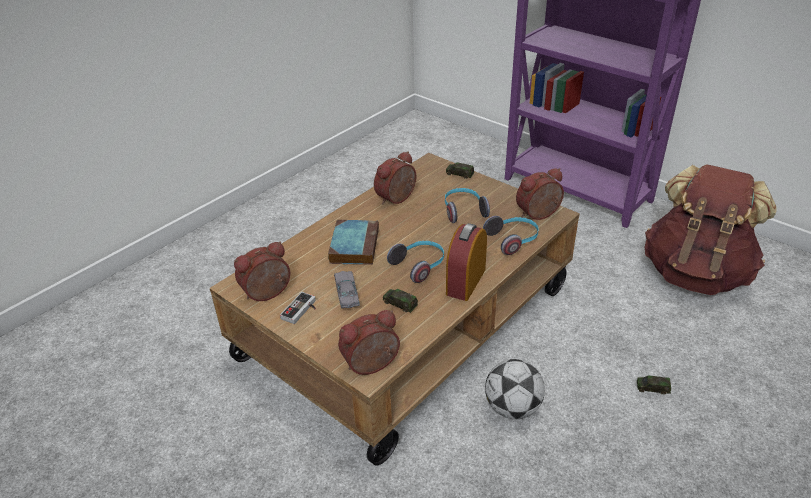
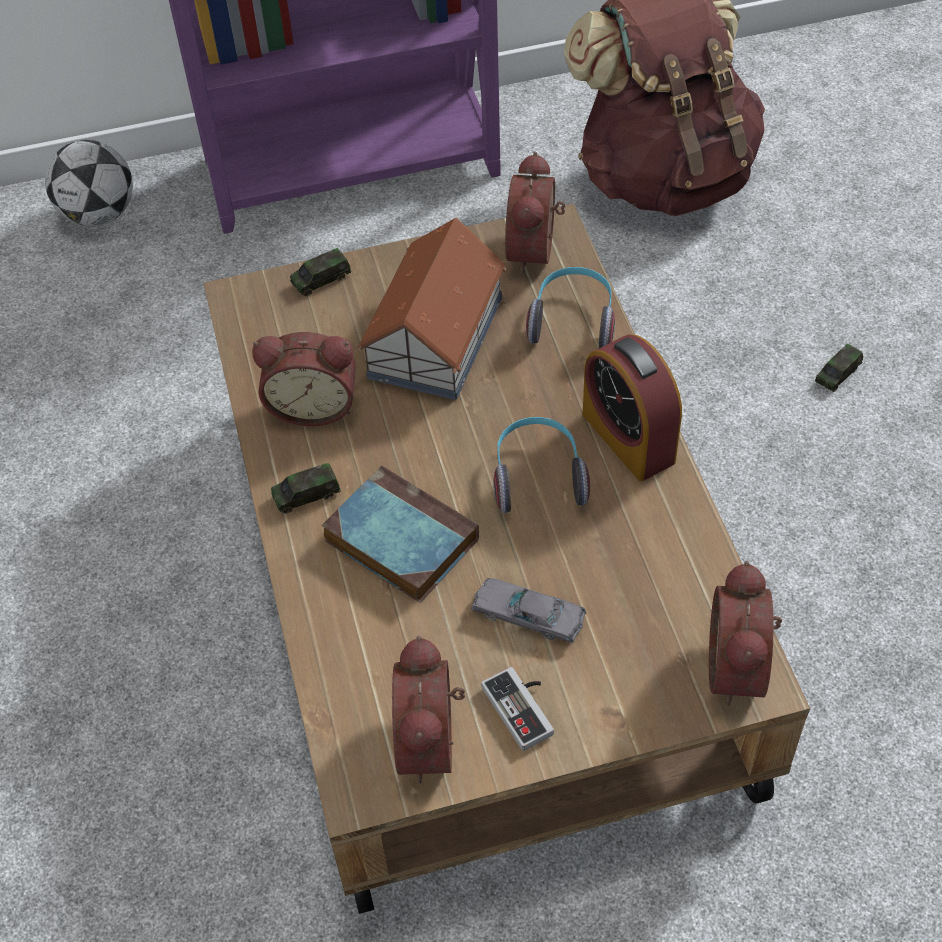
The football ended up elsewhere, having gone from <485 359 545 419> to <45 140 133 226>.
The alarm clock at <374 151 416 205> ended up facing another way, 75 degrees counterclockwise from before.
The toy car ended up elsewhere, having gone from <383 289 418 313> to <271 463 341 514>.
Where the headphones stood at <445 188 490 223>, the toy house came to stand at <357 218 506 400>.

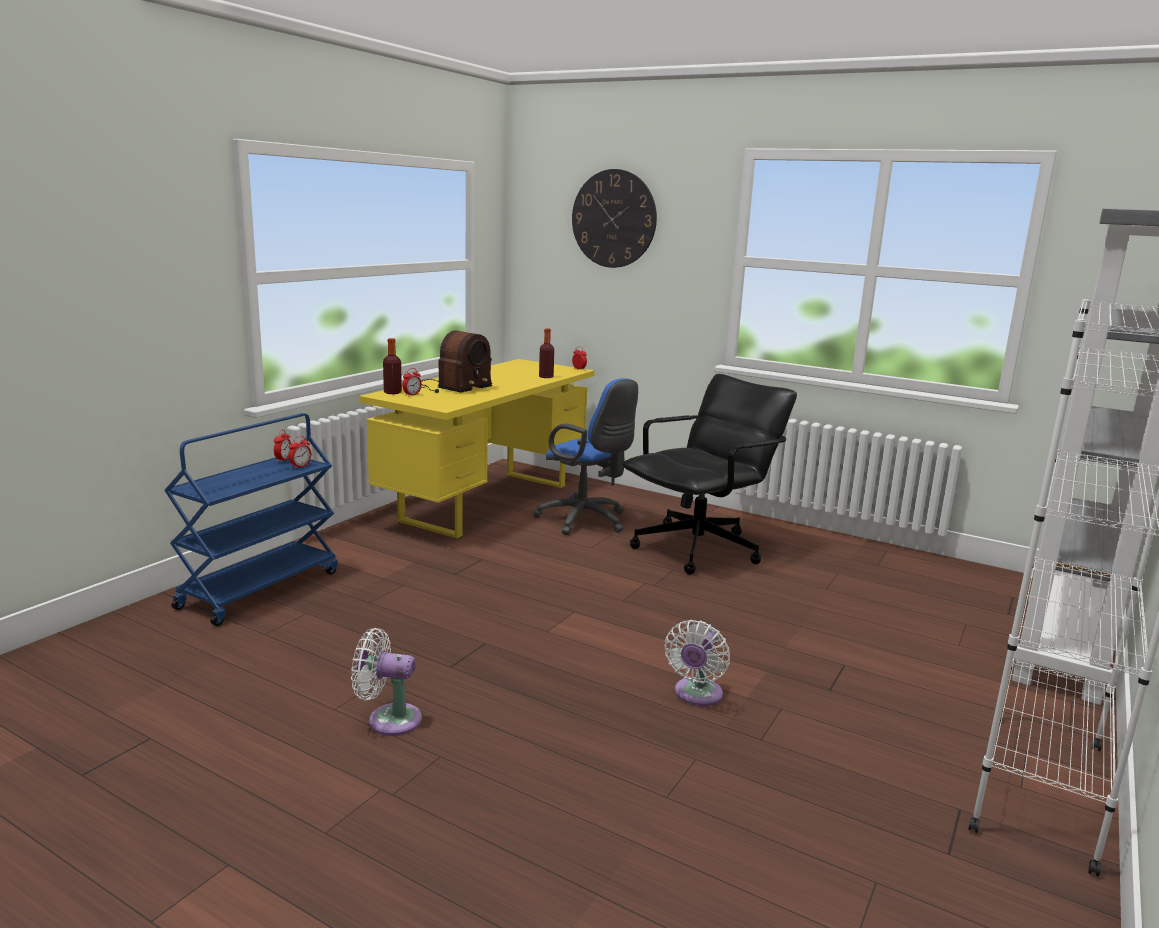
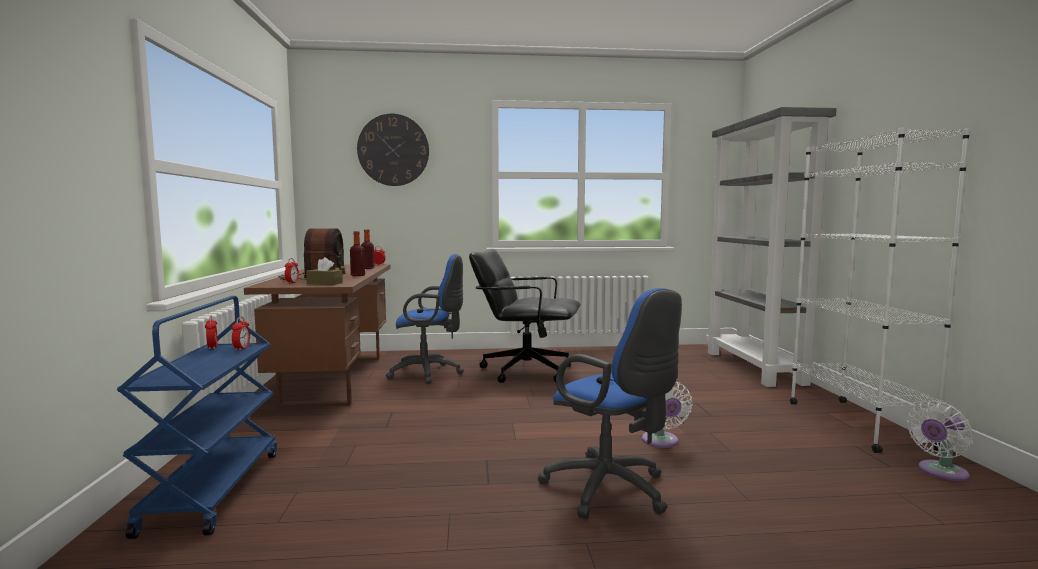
What was the yellow desk at <359 359 595 539> turned into the brown desk at <244 264 391 408>.
The second view gained the brown tissue box at <306 257 343 285>.
The bottle ended up elsewhere, having gone from <383 338 402 394> to <350 231 365 276>.
The black office chair at <622 374 797 575> ended up facing another way, 90 degrees counterclockwise from before.
The second view gained the blue office chair at <538 288 682 519>.
The white fan ended up elsewhere, having gone from <351 628 422 736> to <907 401 973 481>.

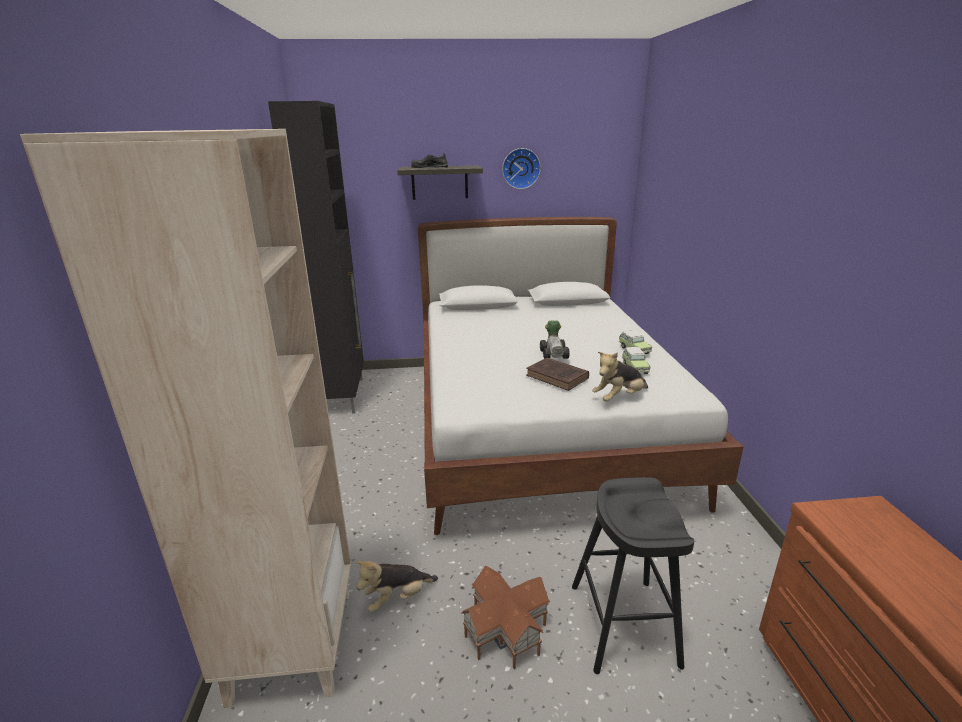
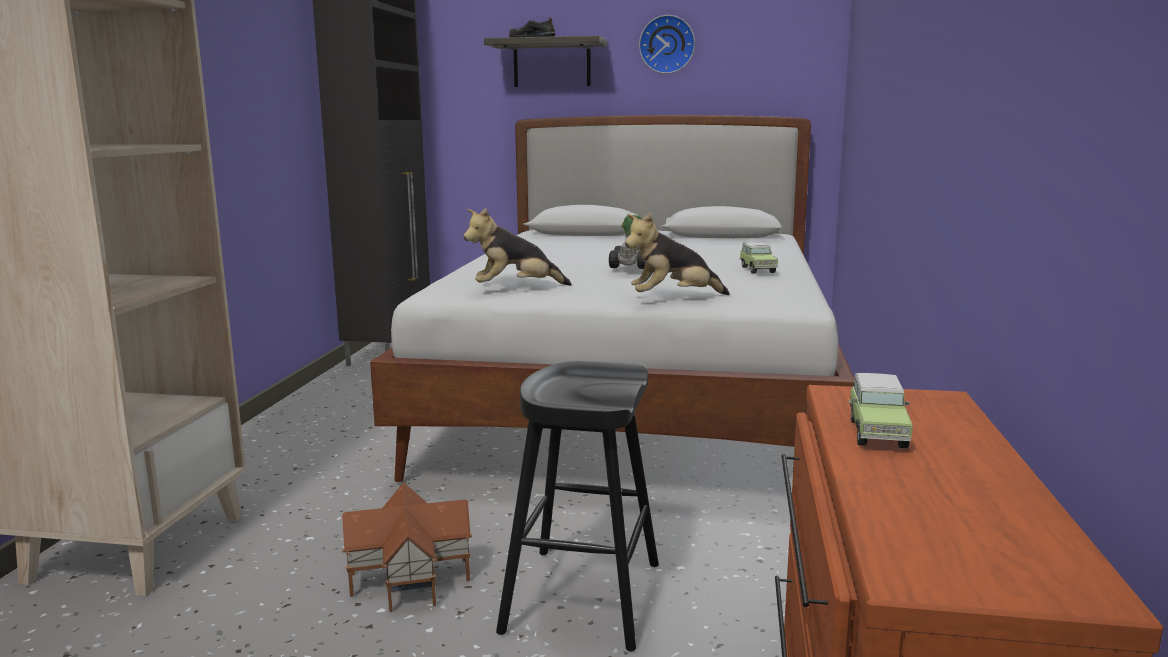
The plush toy ended up elsewhere, having gone from <356 561 438 612> to <464 208 572 286>.
The toy car ended up elsewhere, having gone from <622 347 650 374> to <849 373 913 448>.
The second view lost the brown book at <526 358 589 391>.

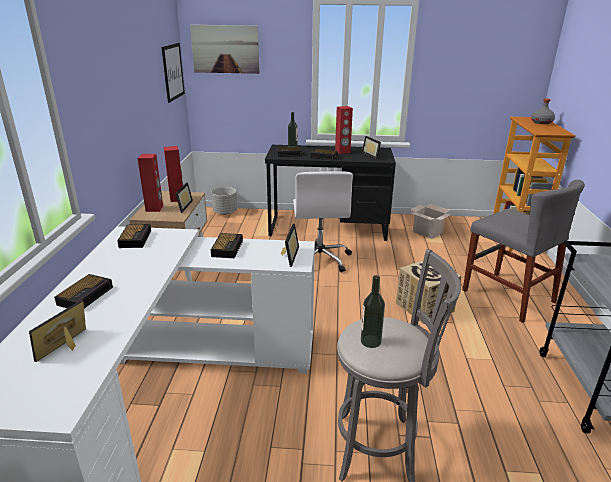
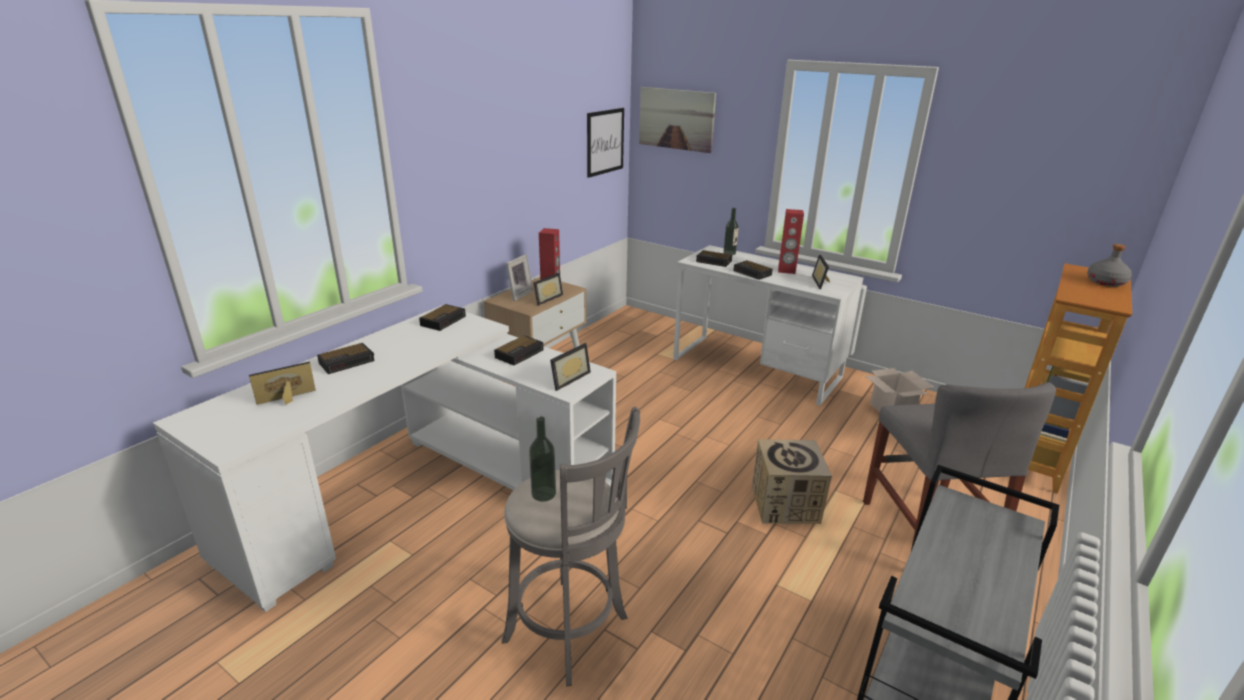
Where the red speaker stood at <137 154 163 212>, the picture frame came to stand at <506 254 533 301>.
What was the black desk at <265 145 396 241> turned into the white desk at <673 245 863 406>.
The second view lost the grey planter at <211 187 237 215>.
The second view lost the white office chair at <293 171 353 273>.

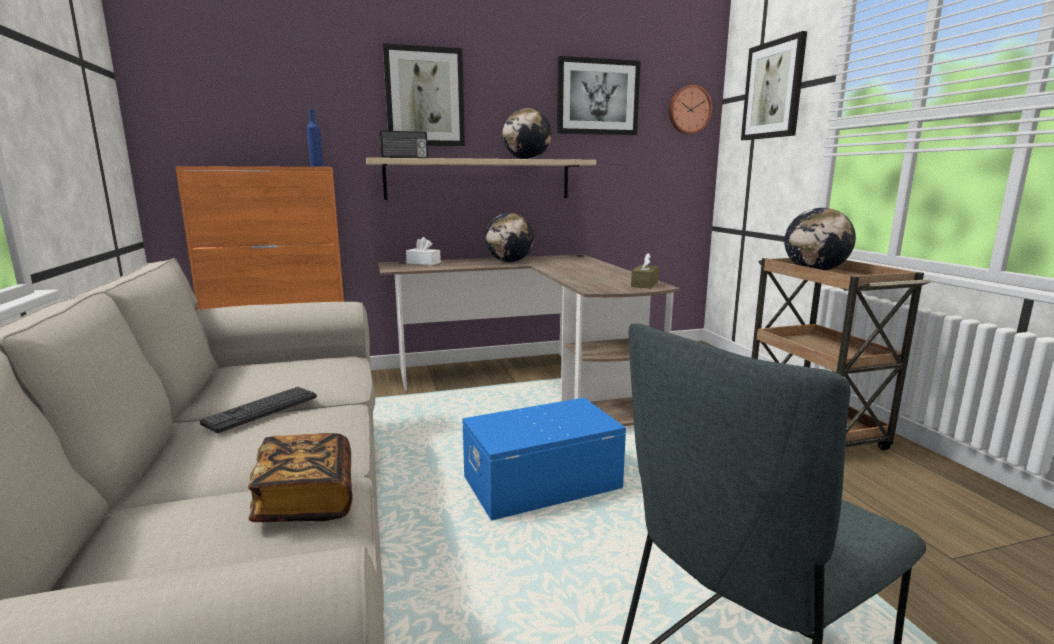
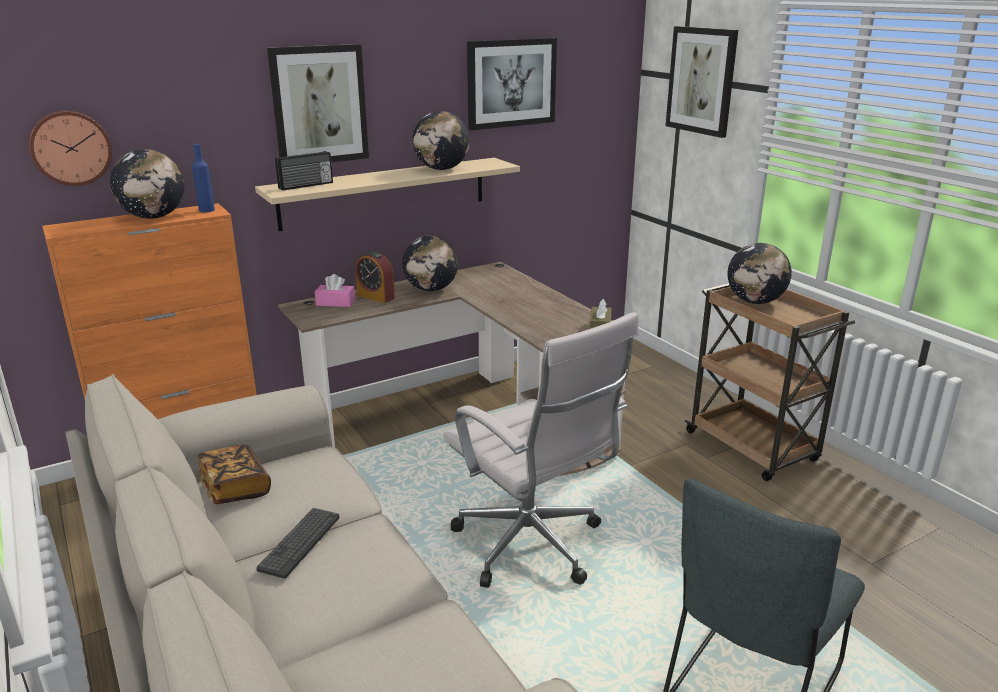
The wall clock ended up elsewhere, having gone from <669 85 712 134> to <29 111 112 186>.
The second view gained the globe at <110 149 184 219>.
The book ended up elsewhere, having gone from <248 433 353 522> to <198 444 271 504>.
What was the white tissue box at <406 237 441 265> turned into the pink tissue box at <315 274 355 307>.
The second view gained the alarm clock at <355 251 395 303>.
Where the blue storage box stood at <462 398 626 521>, the white office chair came to stand at <443 312 639 588>.

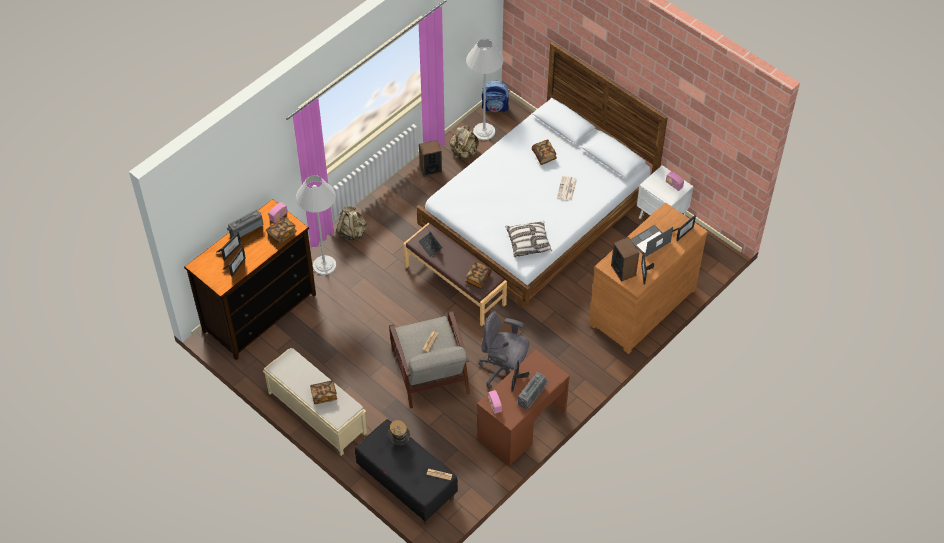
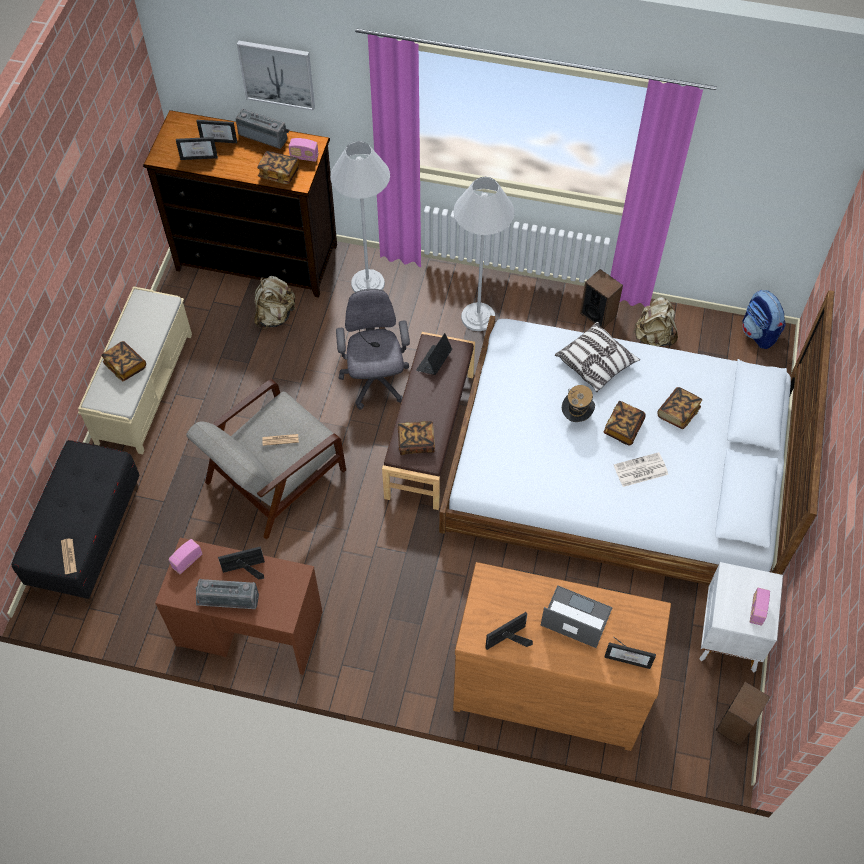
The second view gained the picture at <237 40 315 111>.
The beige backpack ended up elsewhere, having gone from <336 206 367 242> to <254 276 296 330>.
The grey office chair ended up elsewhere, having gone from <478 311 530 389> to <336 289 410 410>.
The white floor lamp ended up elsewhere, having gone from <466 39 504 140> to <453 177 515 331>.
The pillow ended up elsewhere, having gone from <506 221 552 257> to <555 322 640 392>.
The hat ended up elsewhere, having gone from <387 420 410 445> to <562 385 595 422>.
The second view gained the book at <603 401 646 445>.
The speaker ended up elsewhere, having gone from <611 237 639 282> to <716 682 770 746>.

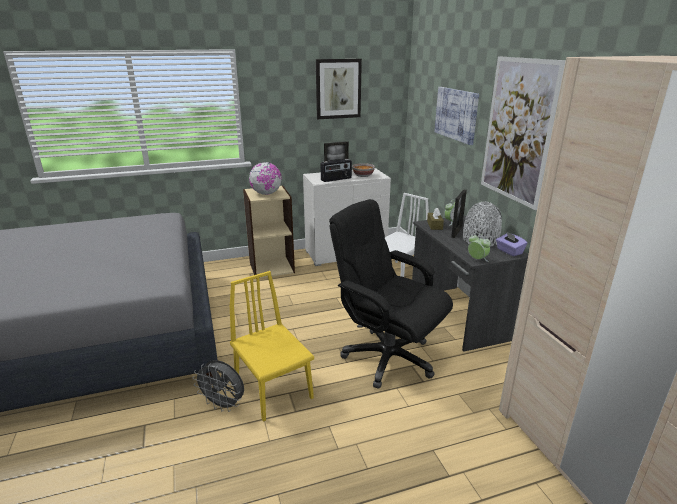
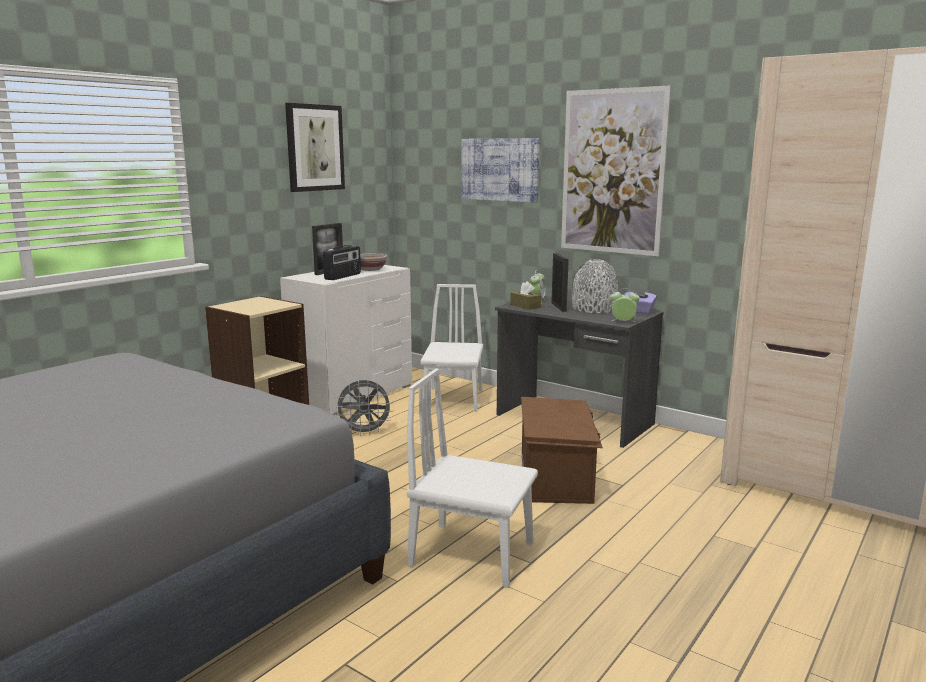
The grey fan ended up elsewhere, having gone from <193 360 244 412> to <334 380 393 436>.
What was the yellow chair at <230 271 314 422> turned into the white chair at <407 369 538 588>.
Where the black office chair stood at <329 199 453 389>, the brown storage box came to stand at <521 397 603 504>.
The second view lost the globe at <249 162 282 195>.

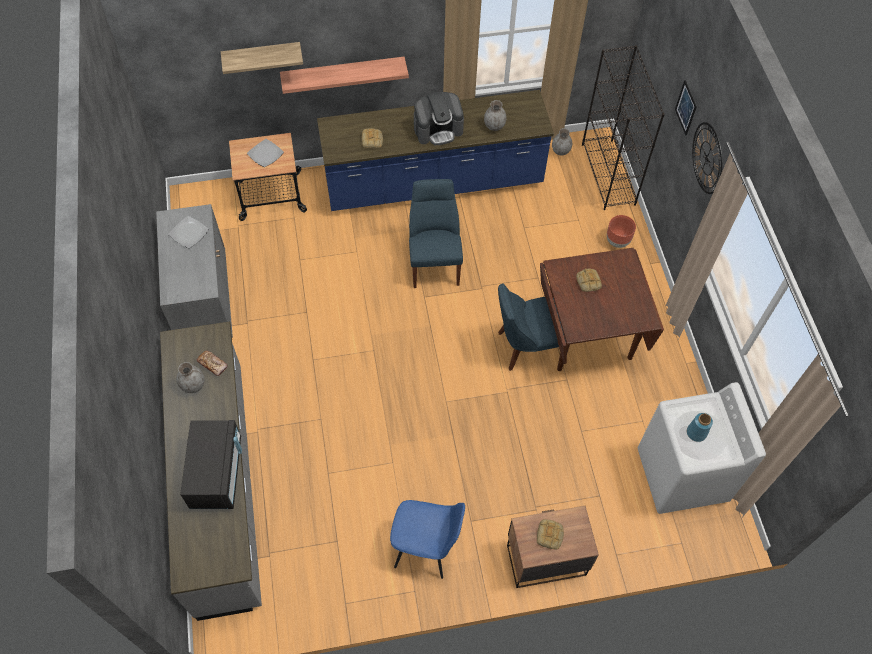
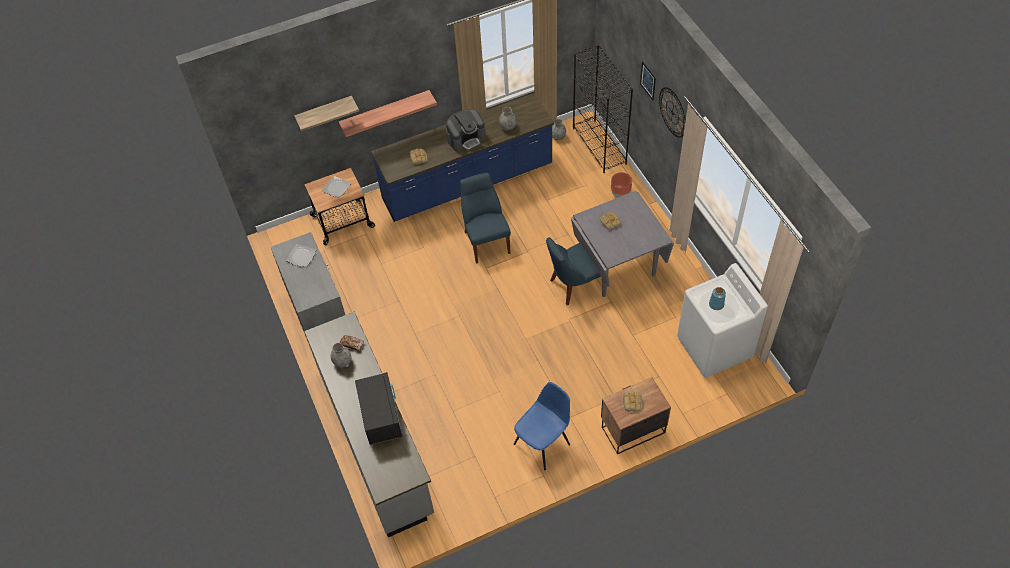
The blue chair at <390 500 465 579> ended up facing another way, 45 degrees counterclockwise from before.
What was the brown dining table at <540 248 664 371> turned into the grey dining table at <571 191 674 297>.

